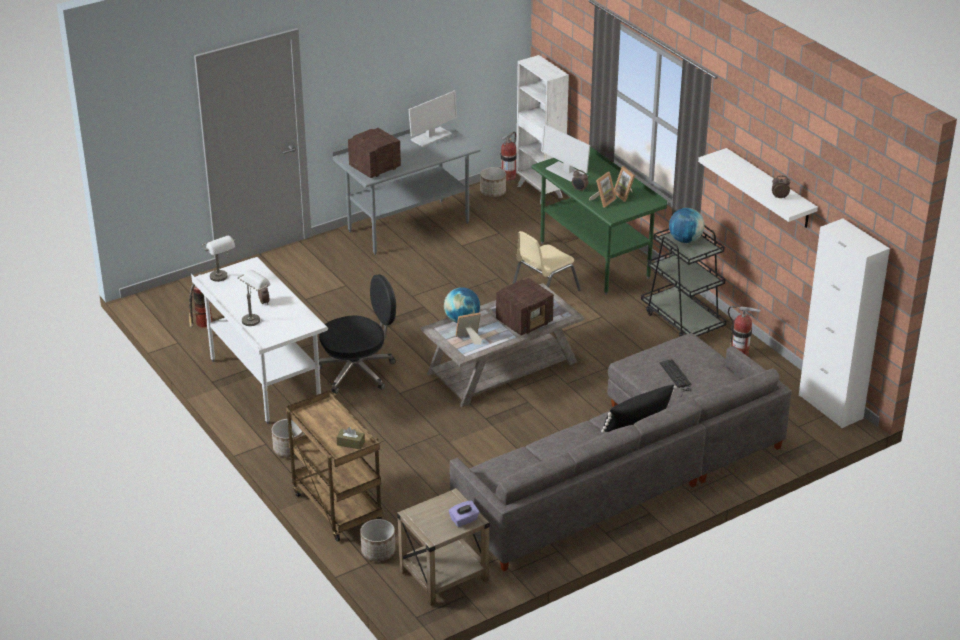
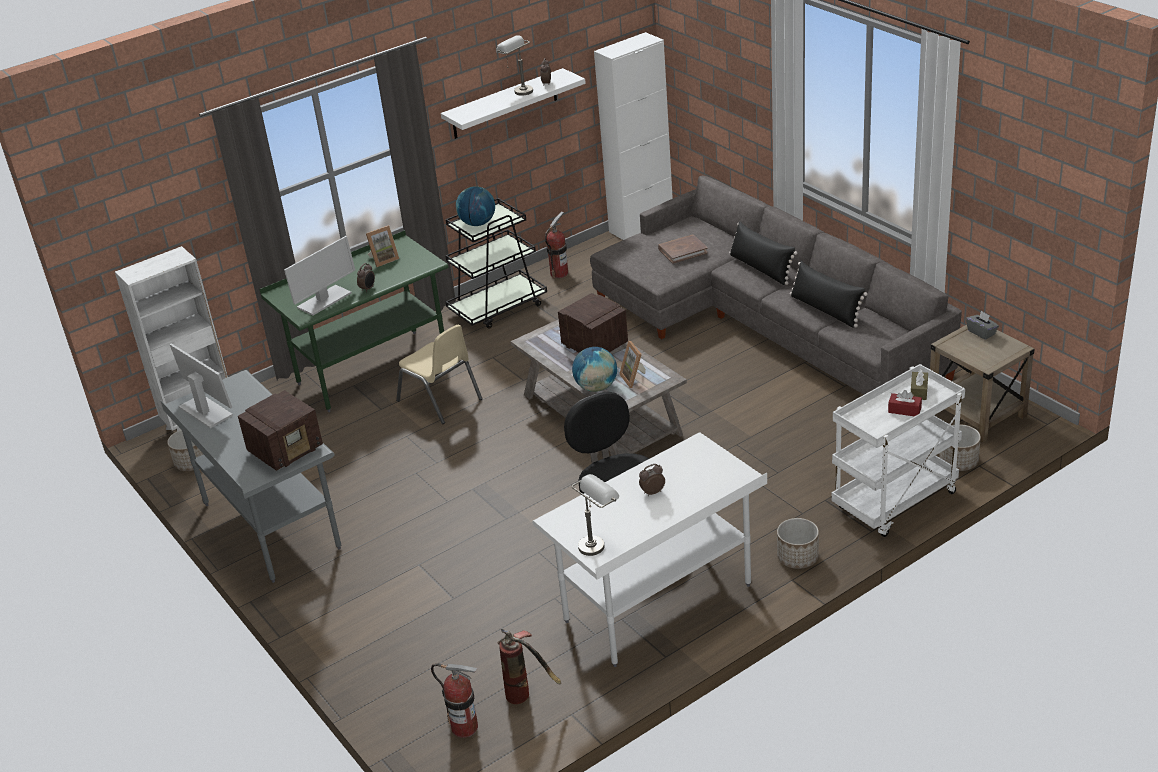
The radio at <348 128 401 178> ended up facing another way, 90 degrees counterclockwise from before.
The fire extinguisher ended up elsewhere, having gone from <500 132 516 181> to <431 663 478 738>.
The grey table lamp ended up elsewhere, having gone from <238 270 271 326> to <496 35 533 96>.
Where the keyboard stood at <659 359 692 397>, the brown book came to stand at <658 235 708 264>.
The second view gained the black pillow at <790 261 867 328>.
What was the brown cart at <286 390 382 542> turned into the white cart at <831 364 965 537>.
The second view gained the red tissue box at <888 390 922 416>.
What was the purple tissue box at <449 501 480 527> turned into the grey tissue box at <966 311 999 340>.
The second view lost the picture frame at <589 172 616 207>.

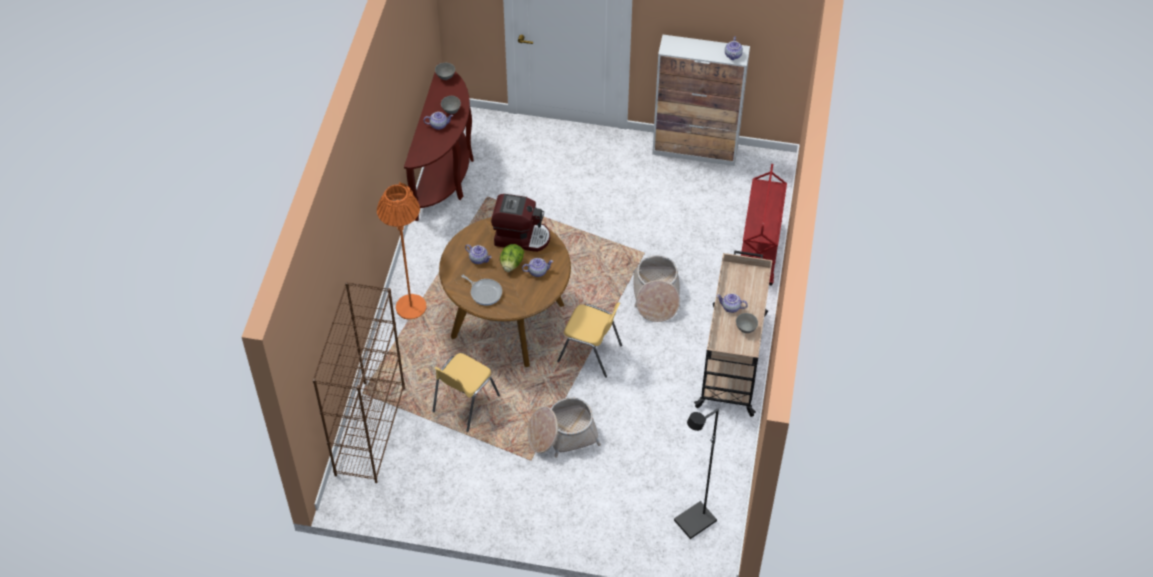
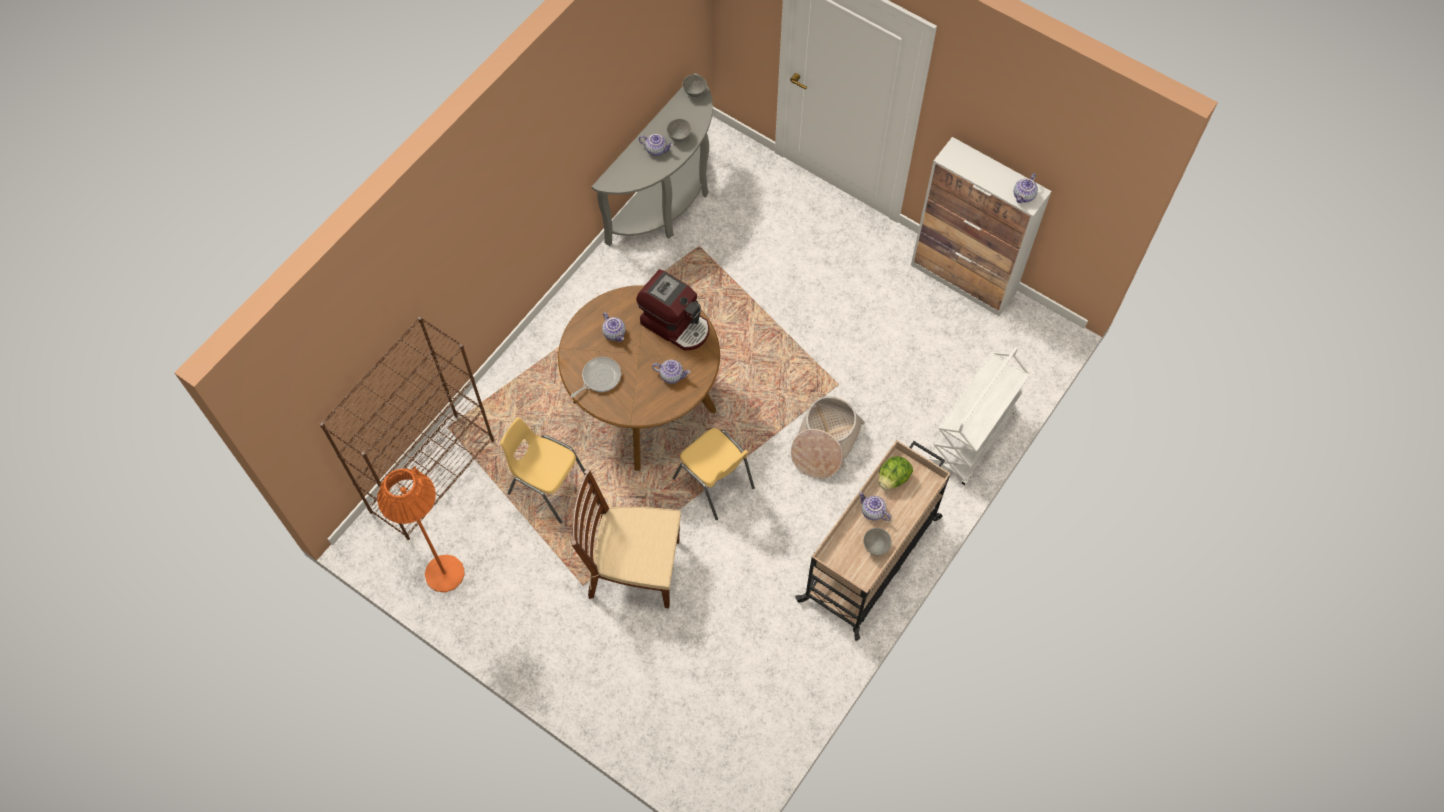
The orange floor lamp ended up elsewhere, having gone from <377 182 426 320> to <377 466 464 593>.
The yellow chair at <433 353 500 432> ended up facing another way, 60 degrees clockwise from before.
The frying pan at <461 275 502 305> ended up facing another way, 105 degrees counterclockwise from before.
Where the basket stood at <527 398 601 458>, the brown chair came to stand at <571 469 681 608>.
What was the brown console table at <404 64 474 221> turned into the grey console table at <592 73 713 246>.
The lettuce ended up elsewhere, having gone from <500 244 524 272> to <879 456 913 490>.
What was the red cart at <741 164 787 286> turned into the white cart at <928 347 1030 485>.
The second view lost the black floor lamp at <674 409 719 539>.

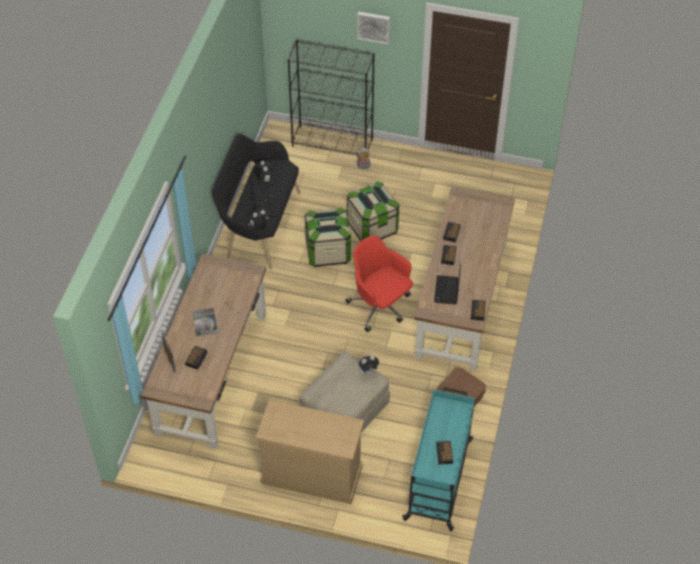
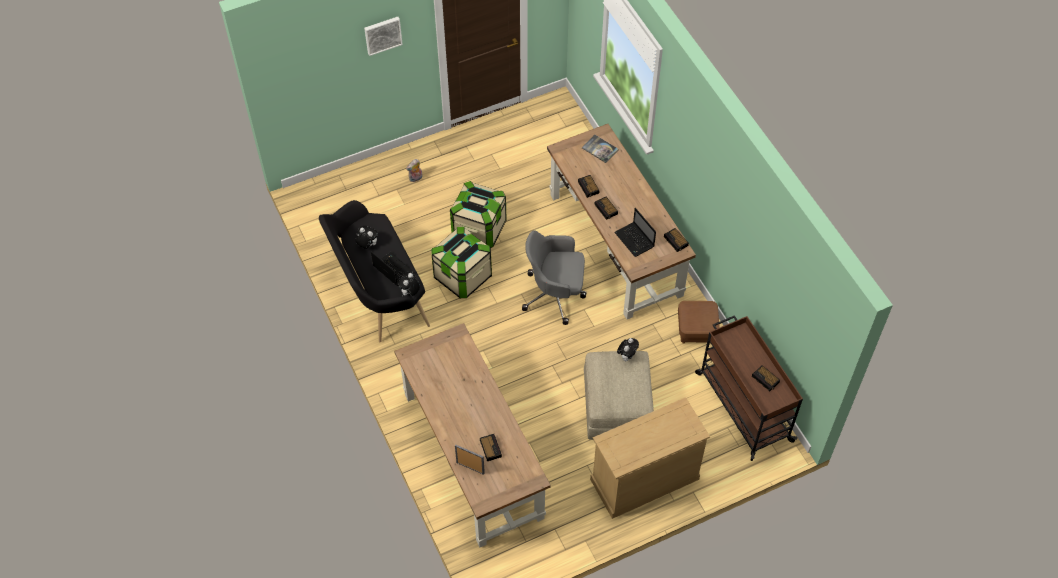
What was the red office chair at <345 235 413 332> turned into the grey office chair at <522 230 587 325>.
The book ended up elsewhere, having gone from <192 308 218 336> to <582 135 619 163>.
What was the turquoise cart at <402 387 475 531> turned into the brown cart at <695 315 803 461>.
The second view lost the black bookcase at <288 39 375 155>.

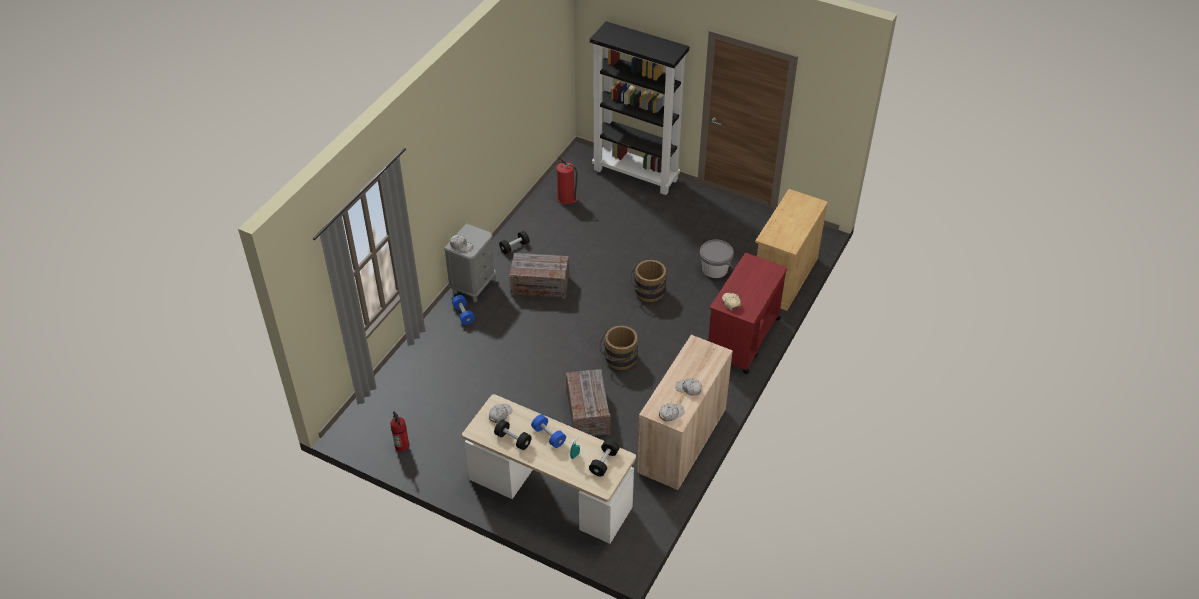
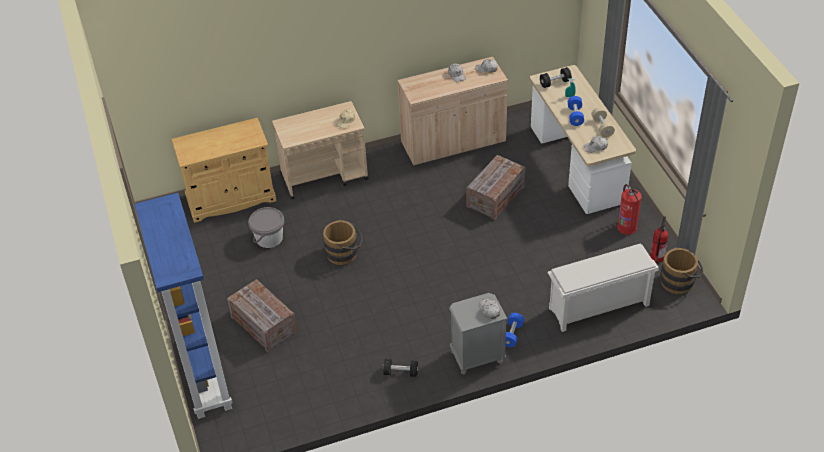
What was the black bookcase at <590 21 689 195> turned into the blue bookcase at <135 193 232 419>.
The crate ended up elsewhere, having gone from <509 253 569 299> to <227 279 297 352>.
What was the red cart at <708 253 787 374> turned into the beige cart at <272 101 369 200>.
The second view gained the white shoe rack at <548 244 659 332>.
What was the black dumbbell at <494 420 532 450> turned into the beige dumbbell at <591 107 615 137>.
The fire extinguisher ended up elsewhere, having gone from <555 157 578 204> to <617 184 641 235>.
The brown bucket ended up elsewhere, having gone from <599 326 638 370> to <660 247 703 294>.

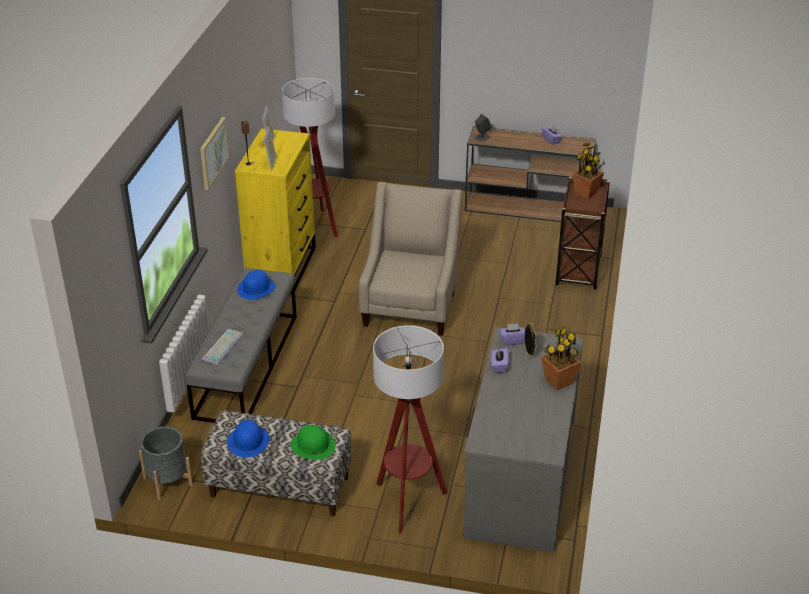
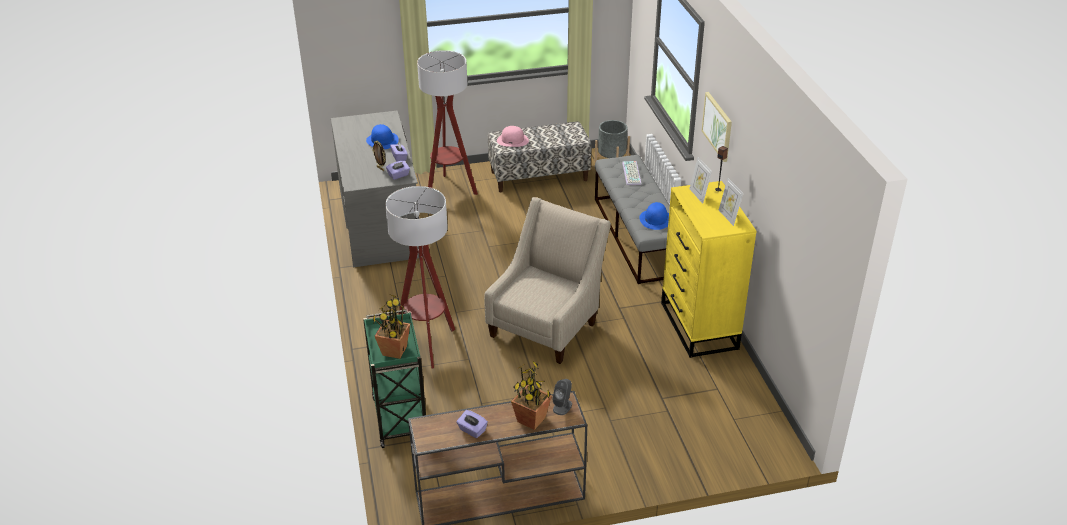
What was the brown cart at <555 176 610 290> turned into the green cart at <363 309 426 448>.
The blue hat ended up elsewhere, having gone from <227 420 269 458> to <366 124 399 149>.
The floor lamp ended up elsewhere, having gone from <282 78 338 237> to <385 186 455 368>.
The beige armchair at <359 182 463 336> ended up facing another way, 135 degrees counterclockwise from before.
What was the green hat at <291 425 336 460> turned into the pink hat at <497 126 529 147>.
The potted plant ended up elsewhere, having gone from <541 327 581 390> to <511 361 552 430>.

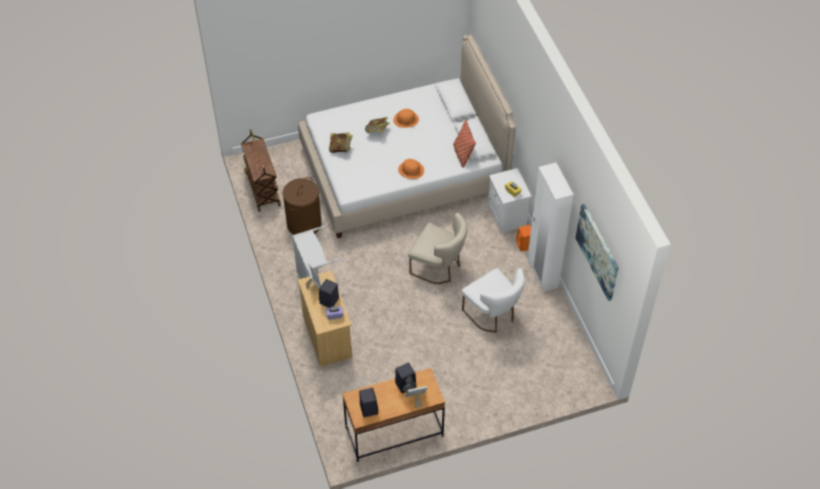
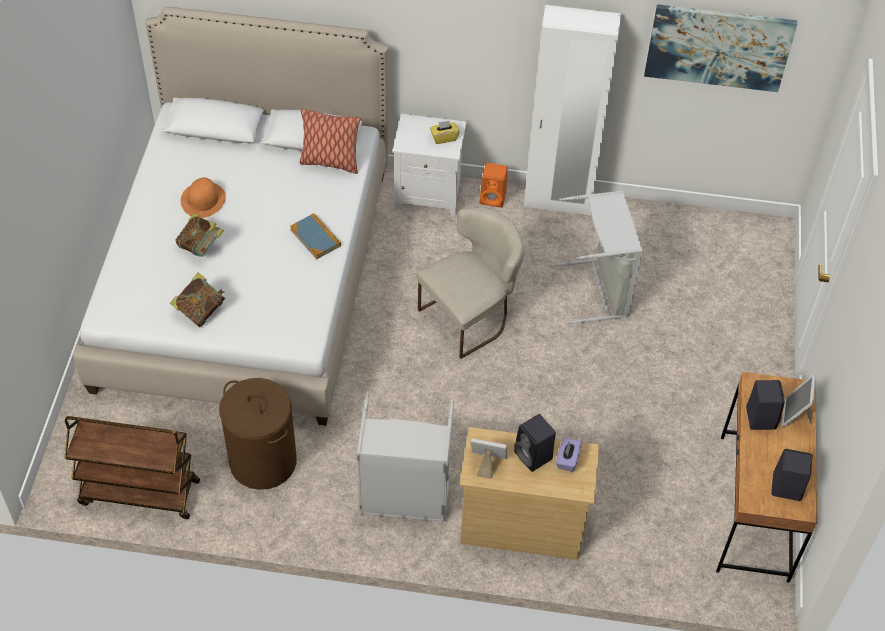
Where the orange hat stood at <398 159 424 179>, the book came to stand at <290 213 341 259>.
Where the white chair stood at <462 268 525 333>, the grey laundry basket came to stand at <551 191 643 324>.

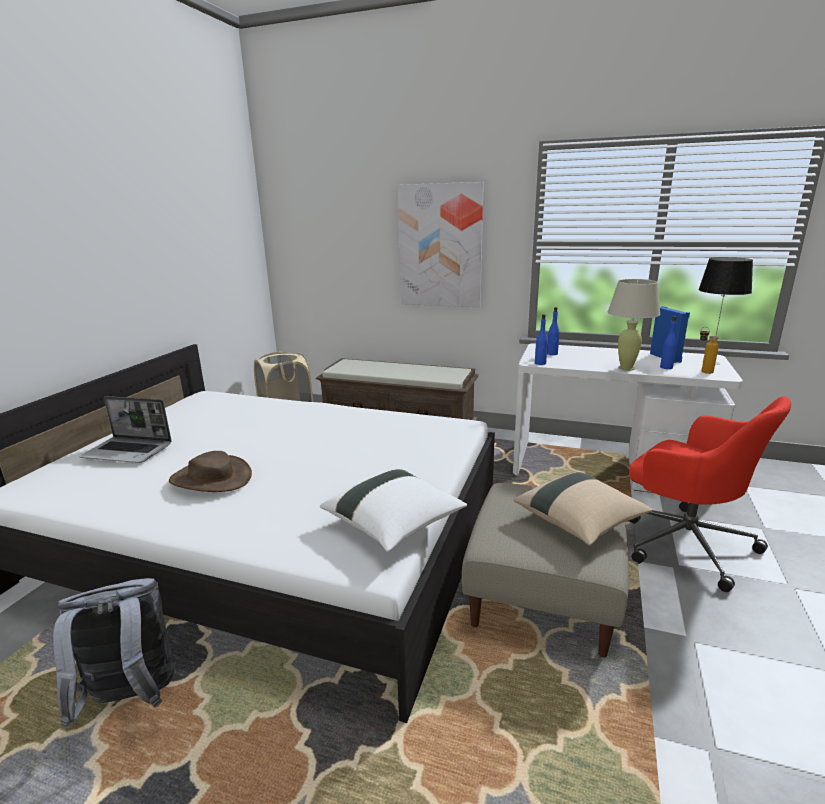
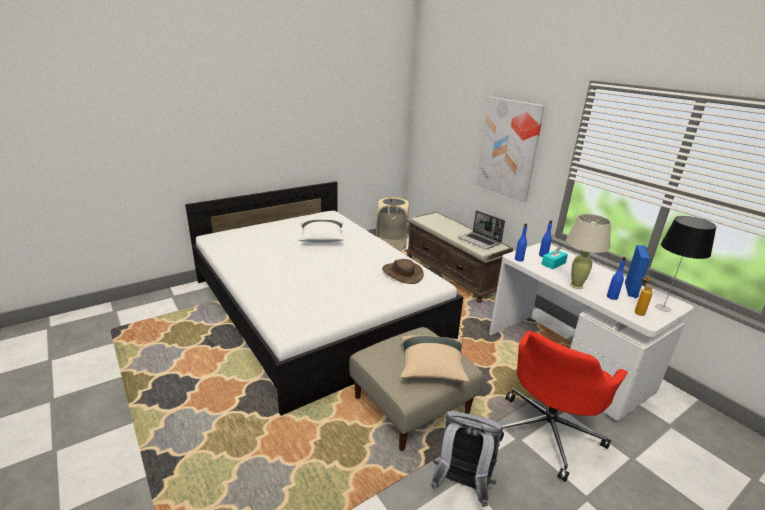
The white pillow ended up elsewhere, having gone from <320 468 467 552> to <299 220 344 243>.
The brown hat ended up elsewhere, having gone from <169 451 252 492> to <382 259 424 284>.
The grey backpack ended up elsewhere, having gone from <53 578 177 729> to <431 411 503 507>.
The laptop ended up elsewhere, having gone from <79 396 172 463> to <458 210 505 249>.
The red office chair at <629 396 791 592> ended up facing another way, 45 degrees clockwise from before.
The second view gained the turquoise tissue box at <541 246 568 269>.

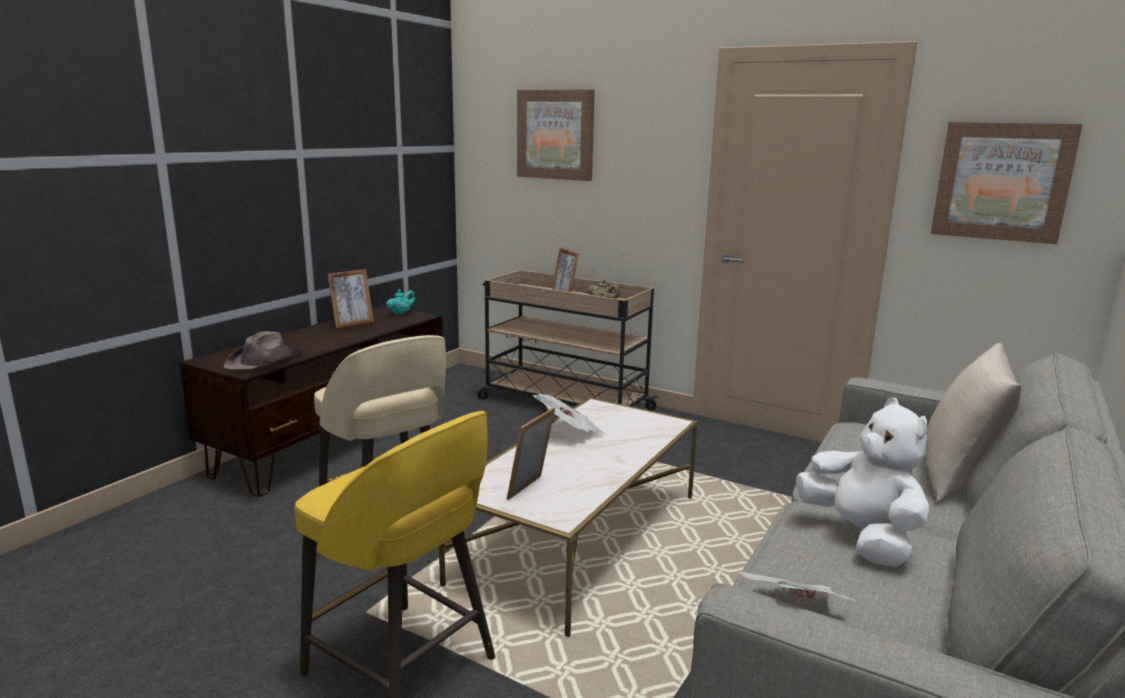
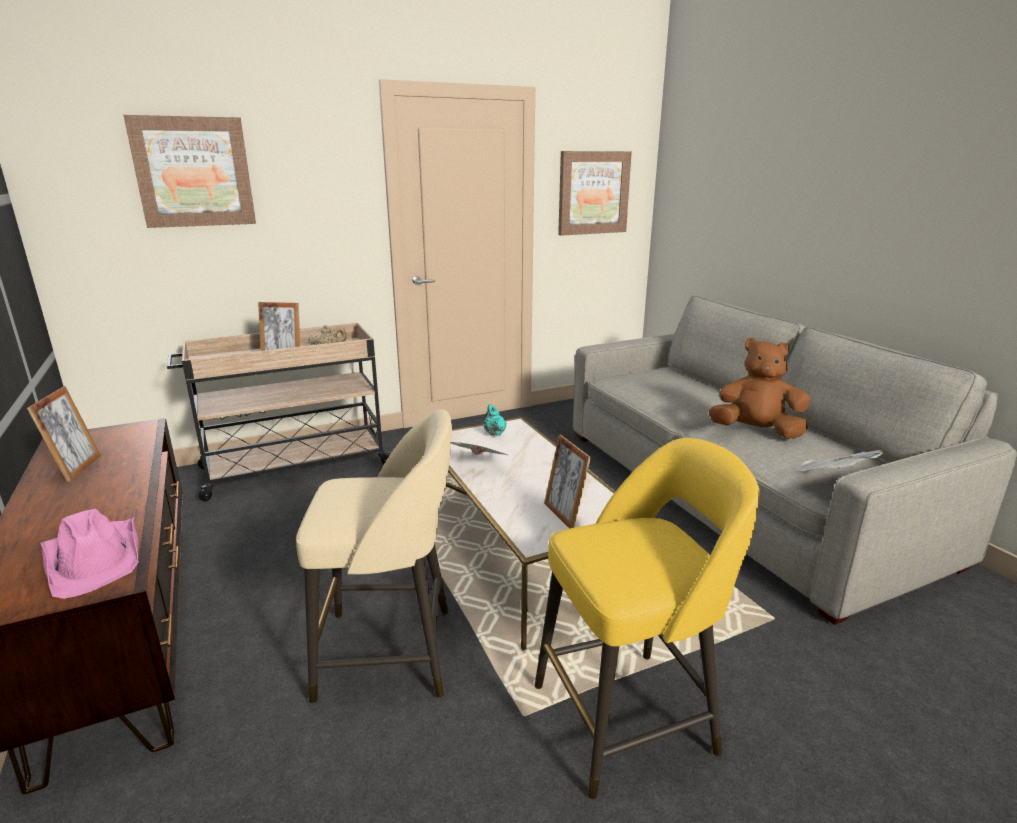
What was the brown hat at <224 331 304 370> turned into the pink hat at <41 509 138 599>.
The turquoise teapot ended up elsewhere, having gone from <386 289 415 315> to <484 404 506 436>.
What was the white plush toy at <796 397 929 567> turned into the brown plush toy at <708 338 810 439>.
The second view lost the beige pillow at <926 343 1021 503>.

